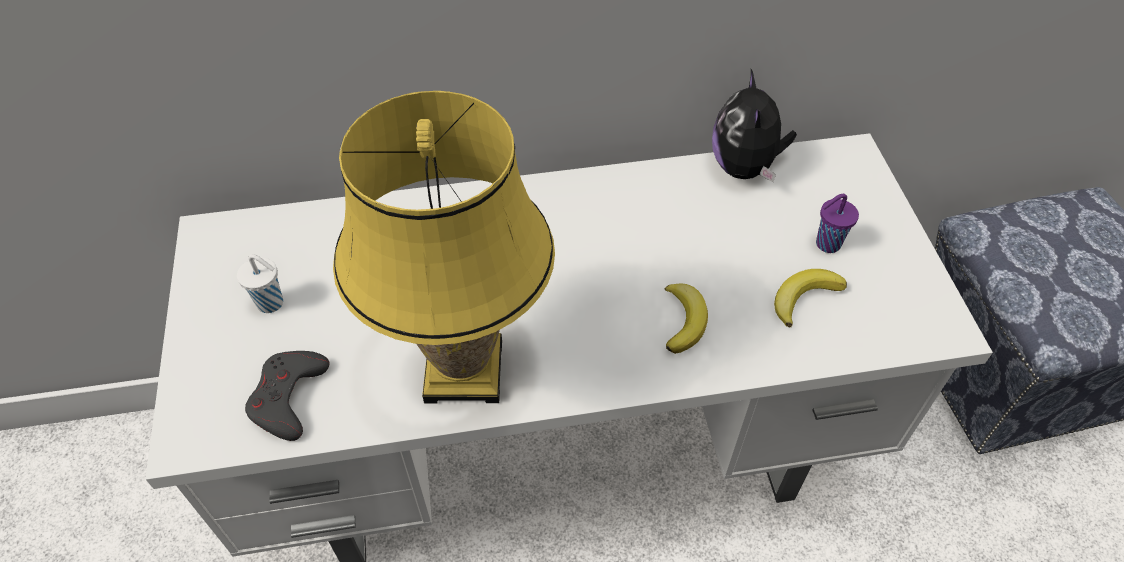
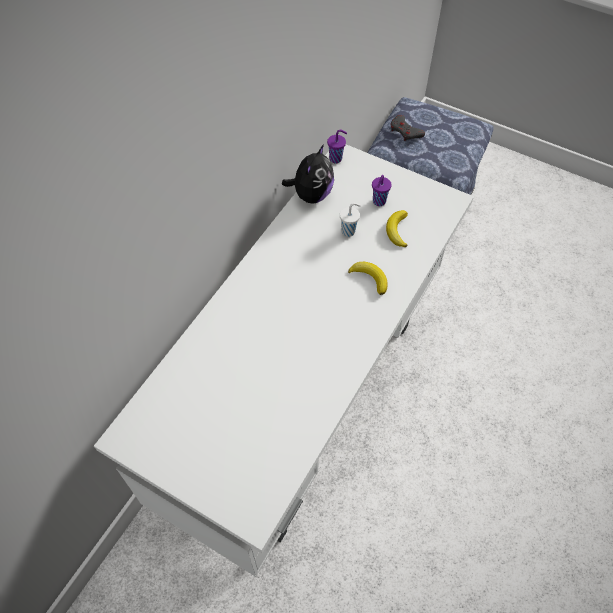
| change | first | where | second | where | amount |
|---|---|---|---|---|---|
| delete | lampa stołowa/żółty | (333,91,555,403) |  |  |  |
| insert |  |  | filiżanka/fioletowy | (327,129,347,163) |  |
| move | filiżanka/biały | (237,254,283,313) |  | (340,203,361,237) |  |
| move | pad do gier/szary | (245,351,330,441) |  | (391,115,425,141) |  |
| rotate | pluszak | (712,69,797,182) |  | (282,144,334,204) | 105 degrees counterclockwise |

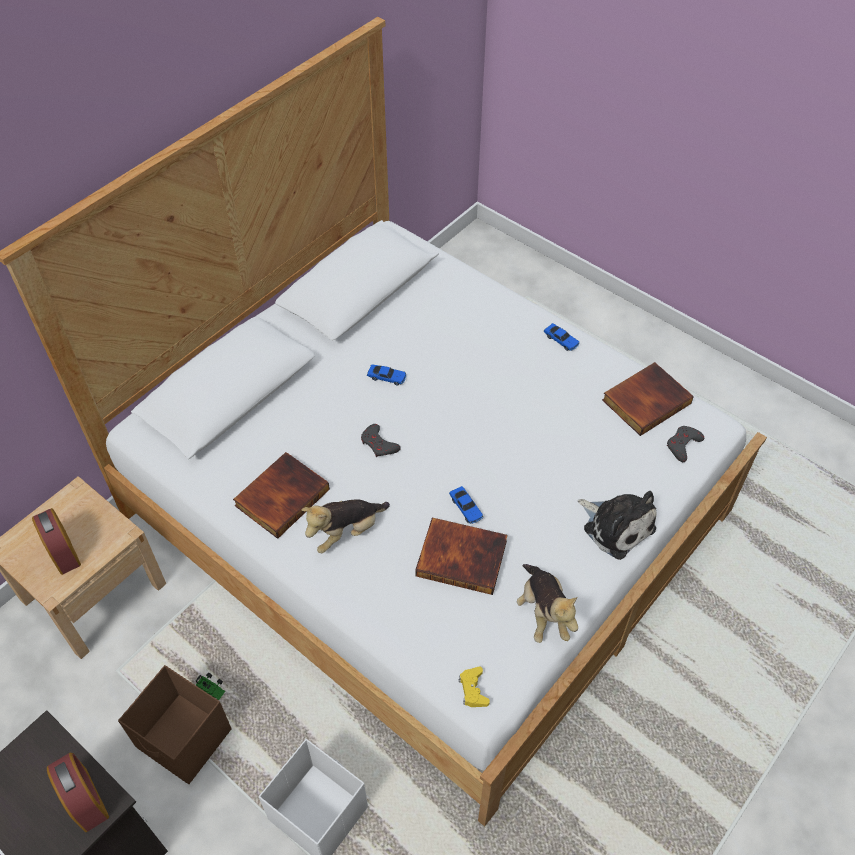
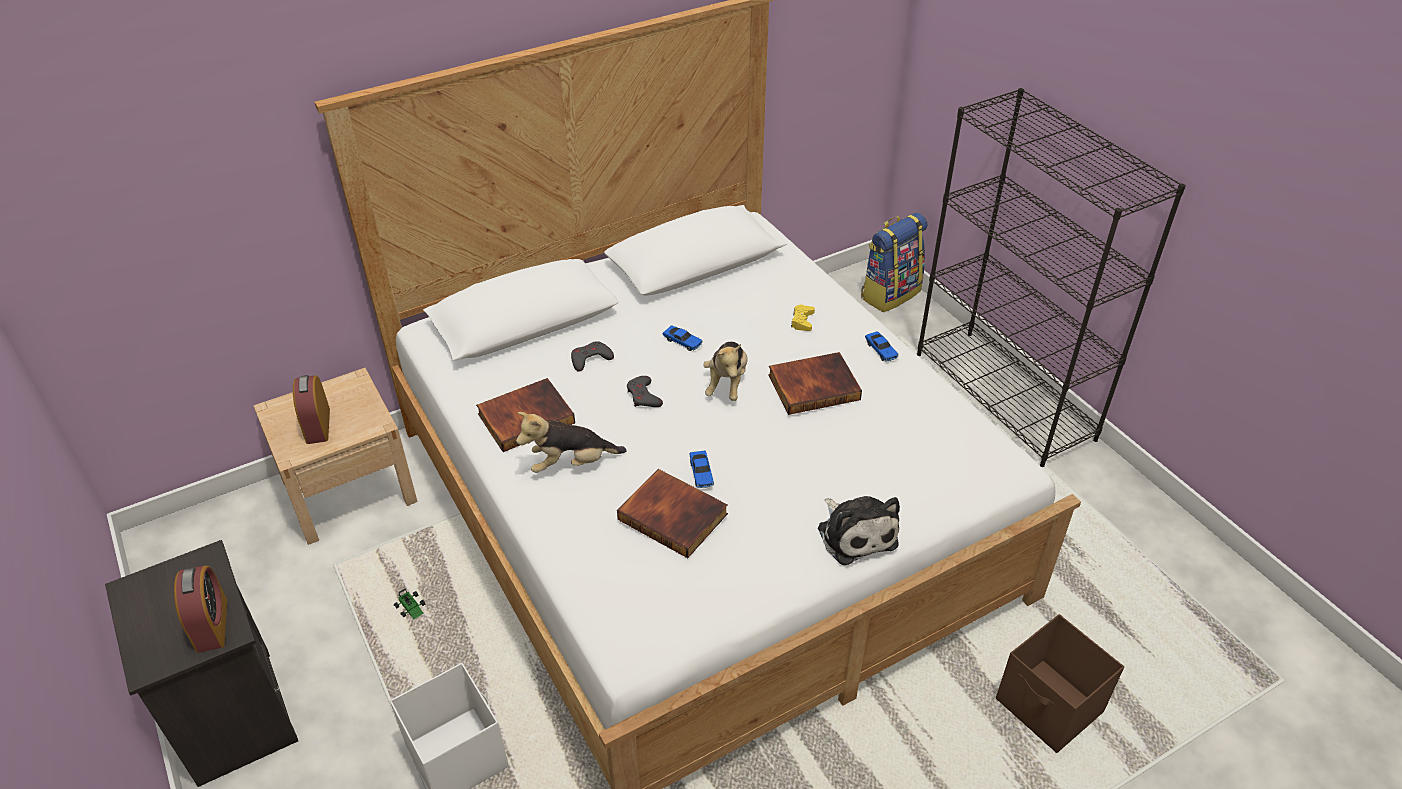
| change | first | where | second | where | amount |
|---|---|---|---|---|---|
| insert |  |  | plecak | (861,212,927,312) |  |
| insert |  |  | regał/czarny | (917,88,1186,467) |  |
| move | pojemnik do przechowywania/brązowy | (118,665,231,784) |  | (996,614,1124,753) |  |
| move | pad do gier/żółty | (458,666,490,707) |  | (791,305,815,331) |  |
| move | pluszak | (517,564,578,643) |  | (703,342,747,401) |  |
| move | książka | (602,362,694,436) |  | (768,352,862,415) |  |
| move | pad do gier/szary | (667,426,704,462) |  | (571,341,614,372) |  |

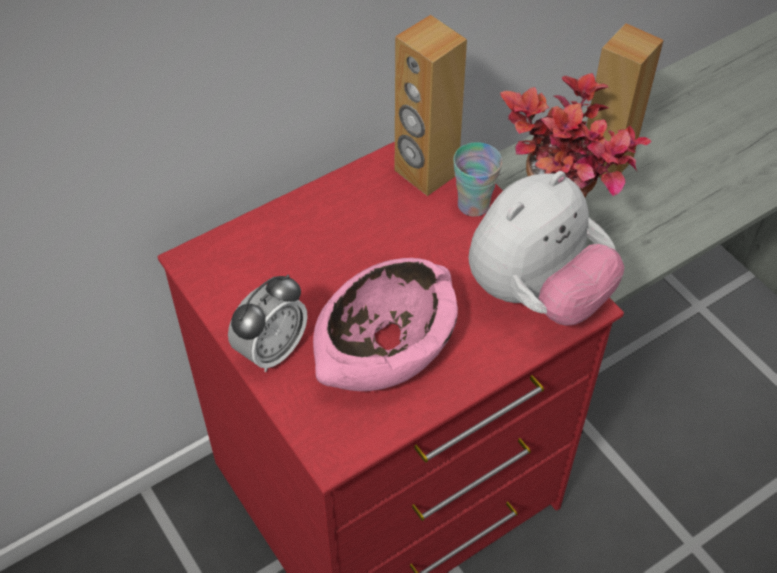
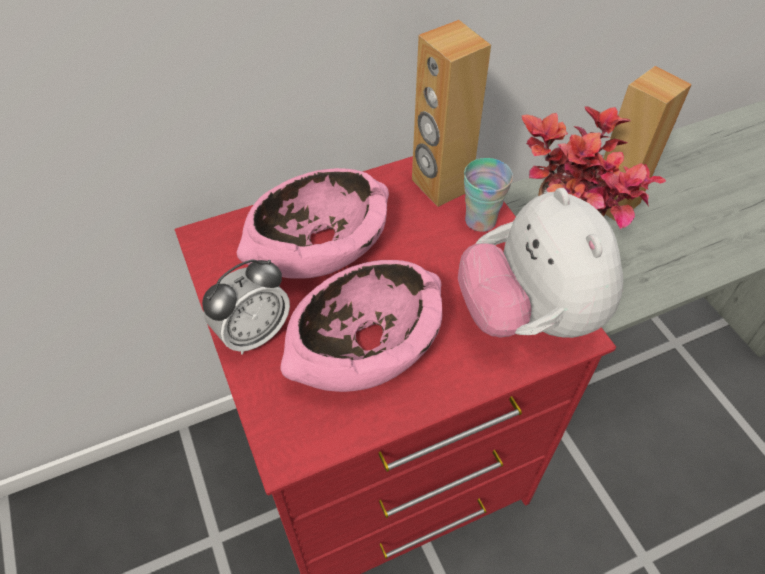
| change | first | where | second | where | amount |
|---|---|---|---|---|---|
| insert |  |  | miska/różowy | (237,168,389,279) |  |
| rotate | pluszak | (469,171,625,326) |  | (458,188,623,338) | 105 degrees clockwise |

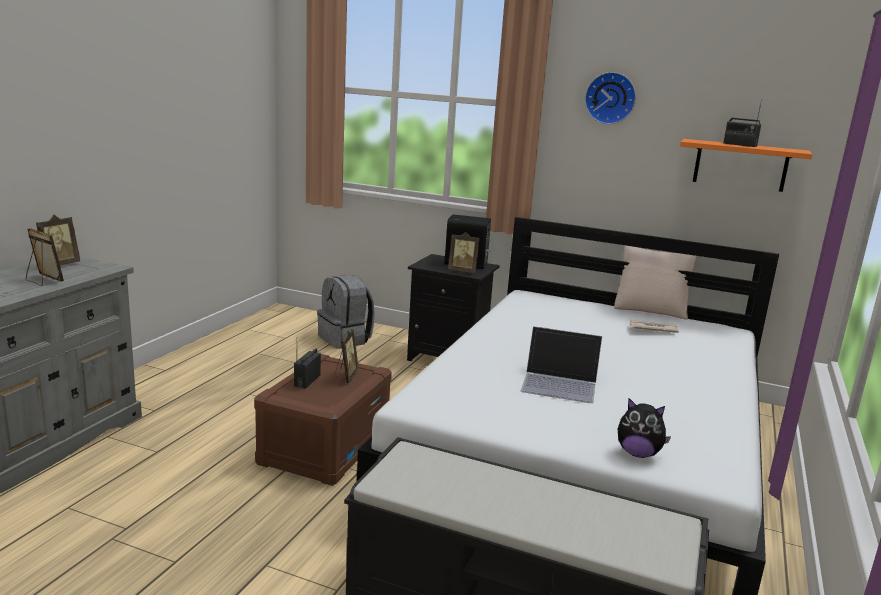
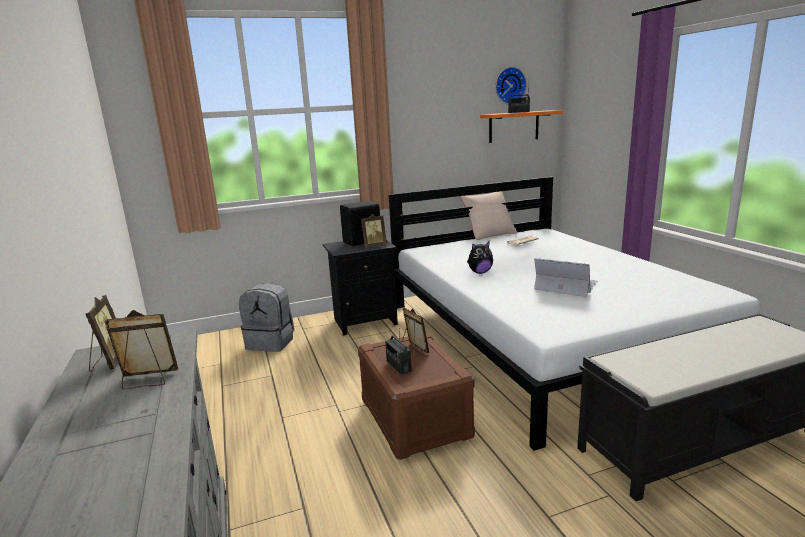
| change | first | where | second | where | amount |
|---|---|---|---|---|---|
| move | zegar ścienny | (585,72,636,124) |  | (496,67,527,104) |  |
| move | pluszak | (618,398,671,458) |  | (467,241,493,274) |  |
| rotate | laptop | (521,326,602,403) |  | (534,258,598,297) | 120 degrees counterclockwise |

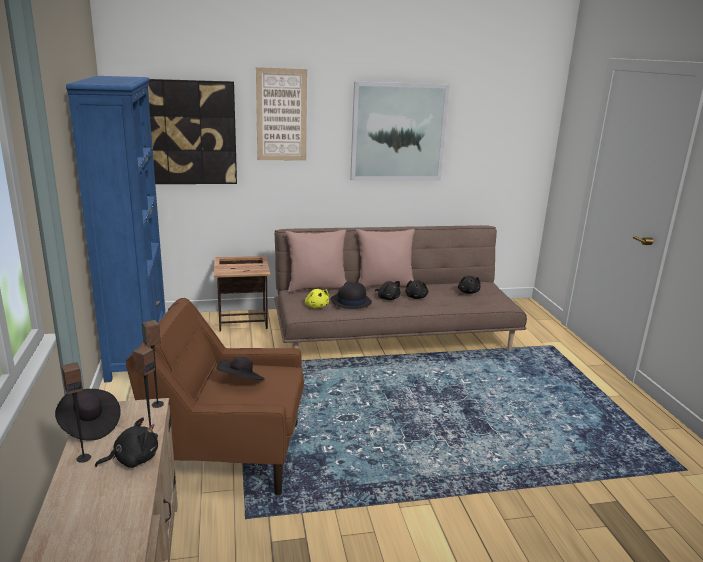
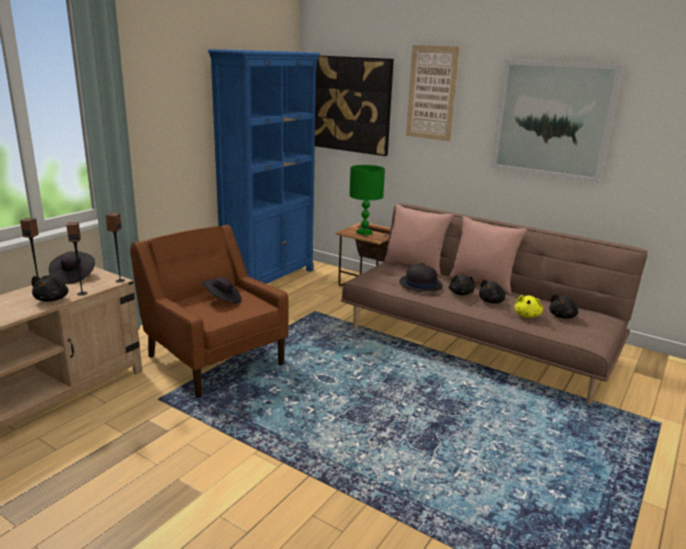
| change | first | where | second | where | amount |
|---|---|---|---|---|---|
| insert |  |  | lampa stołowa/zielony | (349,165,385,235) |  |
| move | pluszak/żółty | (305,289,329,309) |  | (514,295,543,318) |  |
| rotate | pluszak/czarny | (95,417,158,468) |  | (32,275,68,302) | 75 degrees clockwise |

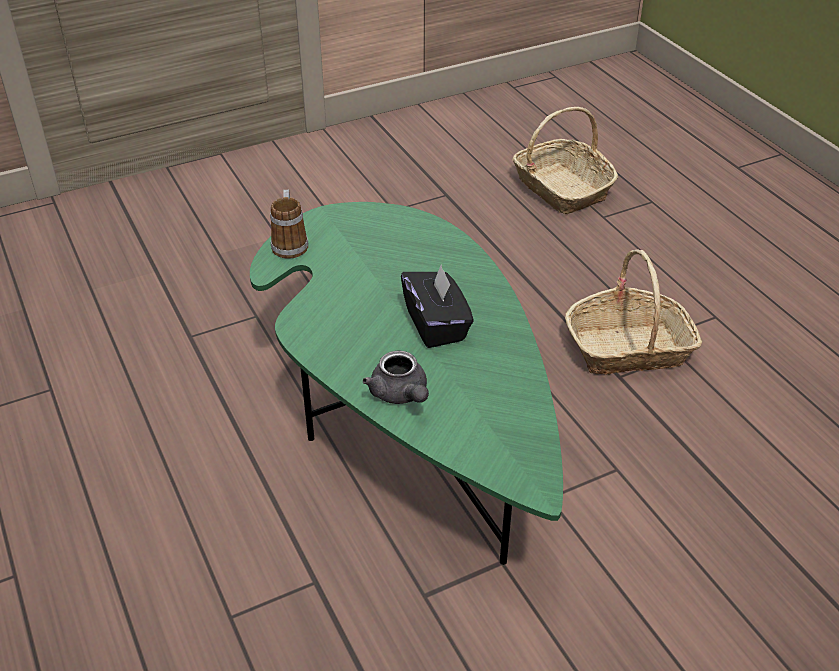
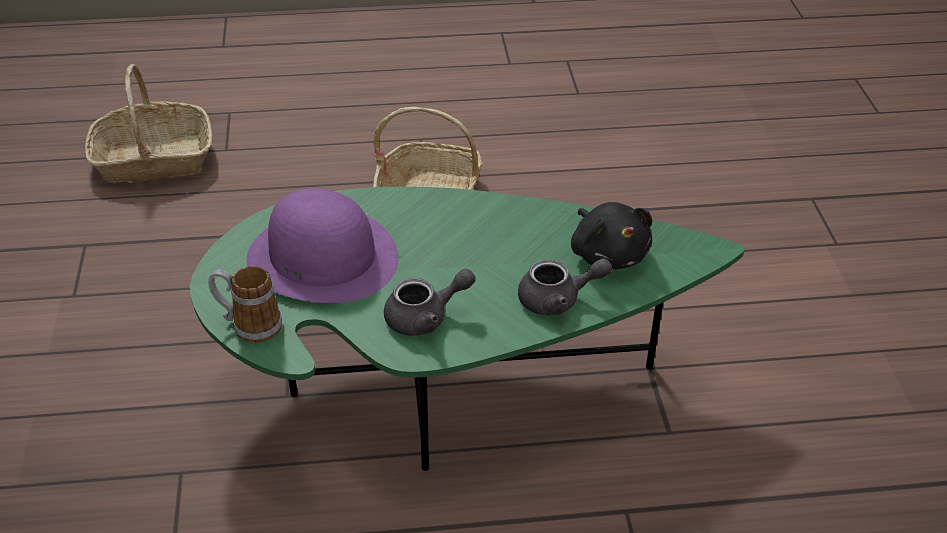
| change | first | where | second | where | amount |
|---|---|---|---|---|---|
| delete | pudełko chusteczek/czarny | (401,264,474,348) |  |  |  |
| insert |  |  | kapelusz/fioletowy | (246,188,399,303) |  |
| insert |  |  | imbryk/szary | (384,269,475,336) |  |
| insert |  |  | pluszak/czarny | (571,202,652,270) |  |

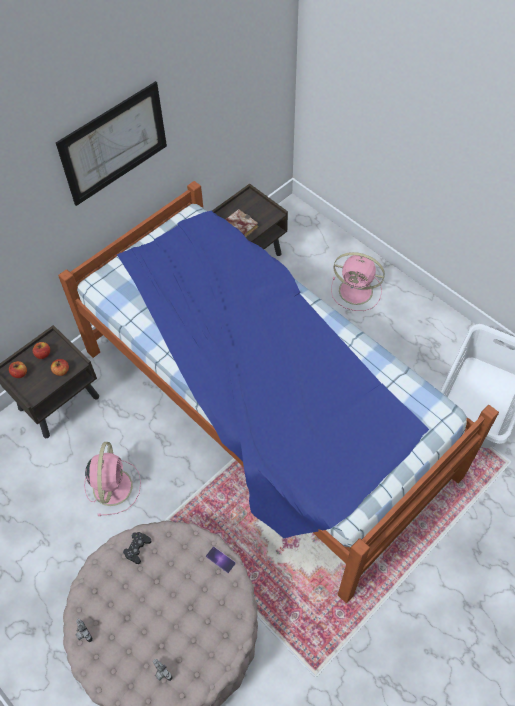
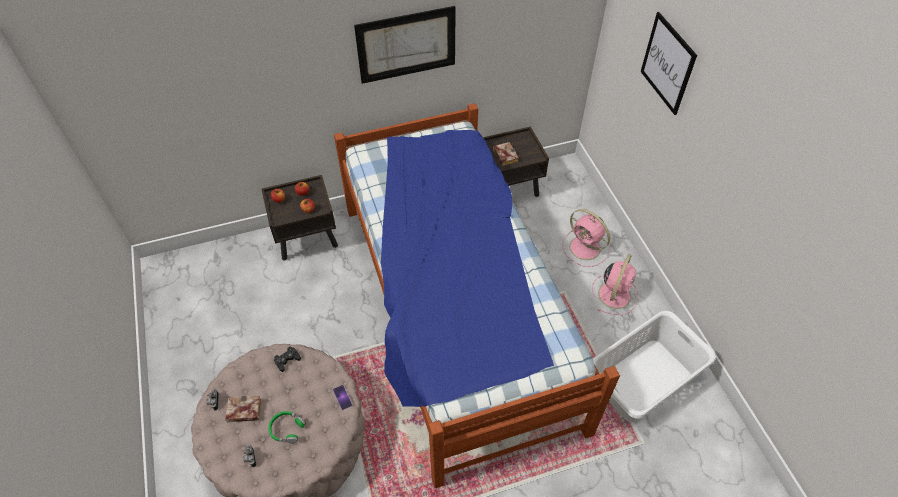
| change | first | where | second | where | amount |
|---|---|---|---|---|---|
| insert |  |  | książka | (225,396,261,422) |  |
| insert |  |  | słuchawki/zielony | (268,411,306,444) |  |
| insert |  |  | obraz | (641,12,697,115) |  |
| move | wentylator/różowy | (84,442,141,516) |  | (592,254,638,315) |  |

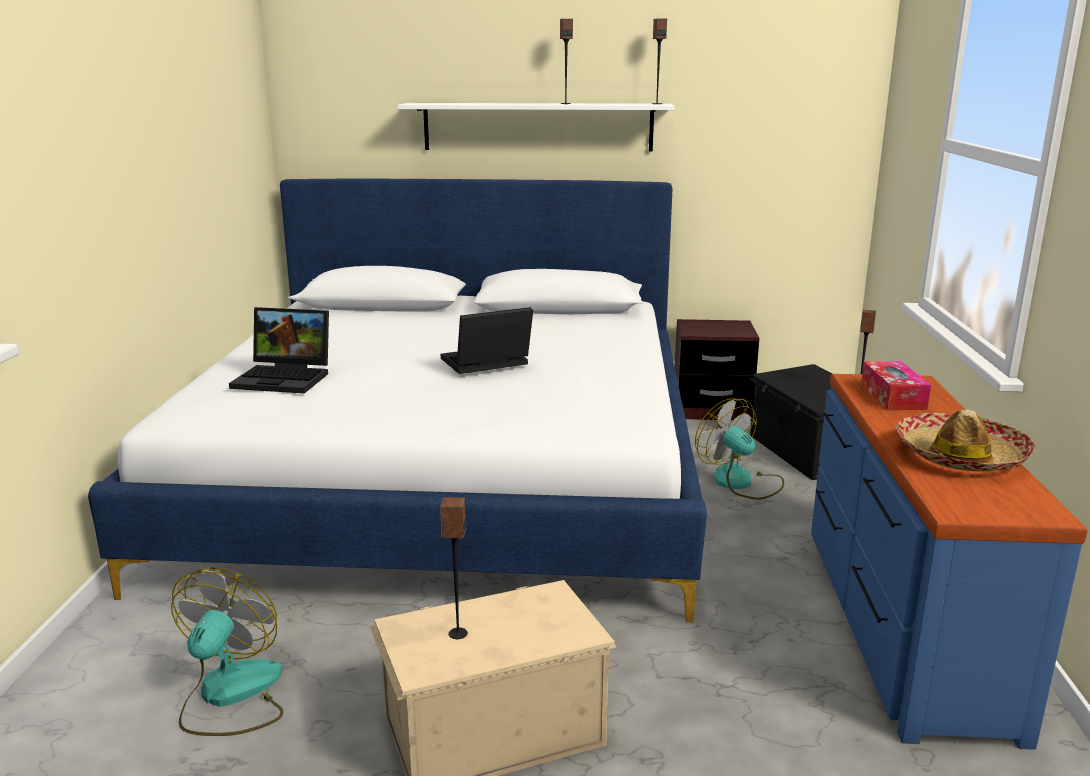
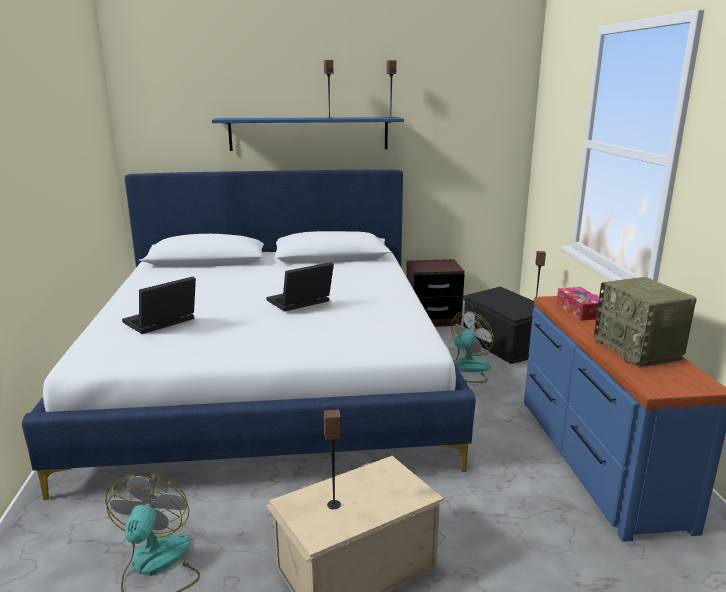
| change | first | where | second | where | amount |
|---|---|---|---|---|---|
| replace | kapelusz | (896,409,1035,471) | radio | (594,277,697,367) |  |
| recolor | półka/biały | (398,103,675,152) | półka/niebieski | (212,117,404,151) |  |
| rotate | laptop | (229,307,329,394) |  | (122,277,196,334) | 135 degrees clockwise |
| rotate | wentylator | (695,399,784,500) |  | (451,311,494,383) | 90 degrees clockwise |

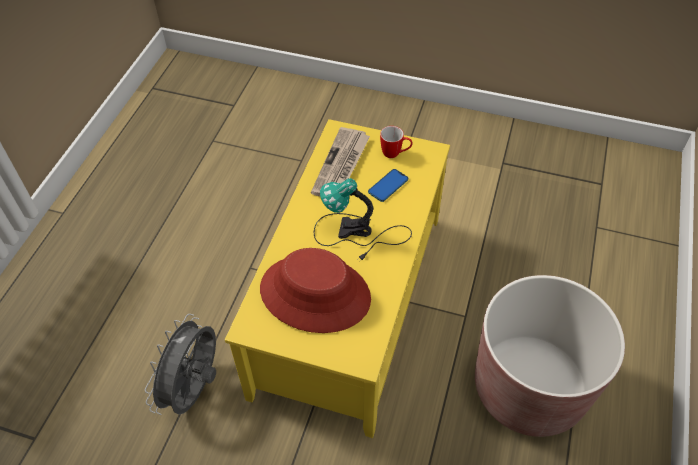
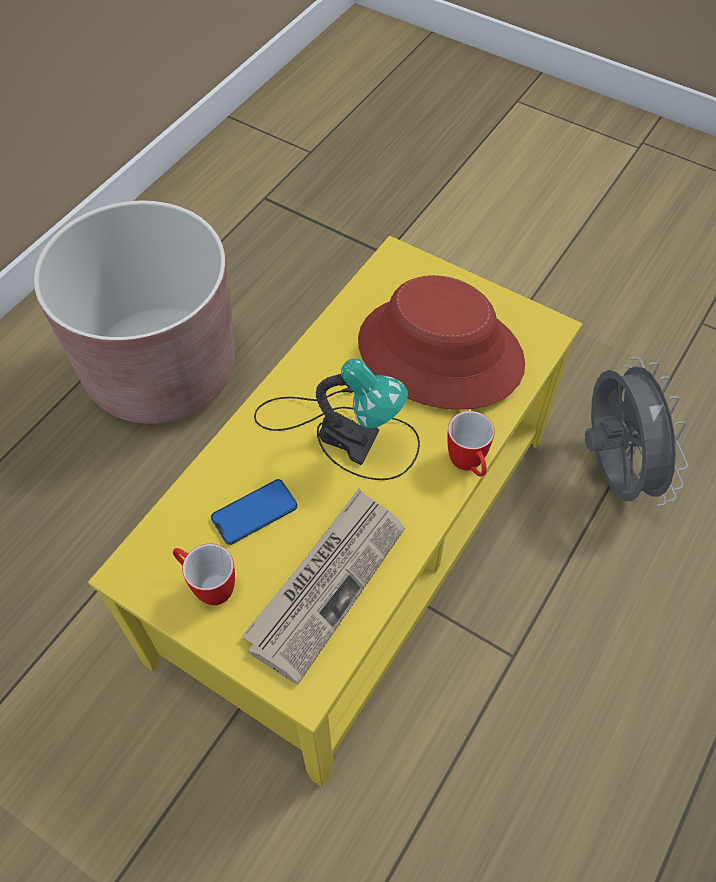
| change | first | where | second | where | amount |
|---|---|---|---|---|---|
| insert |  |  | kubek | (447,411,495,477) |  |
| rotate | wentylator/szary | (145,314,216,415) |  | (585,357,688,506) | 45 degrees counterclockwise |

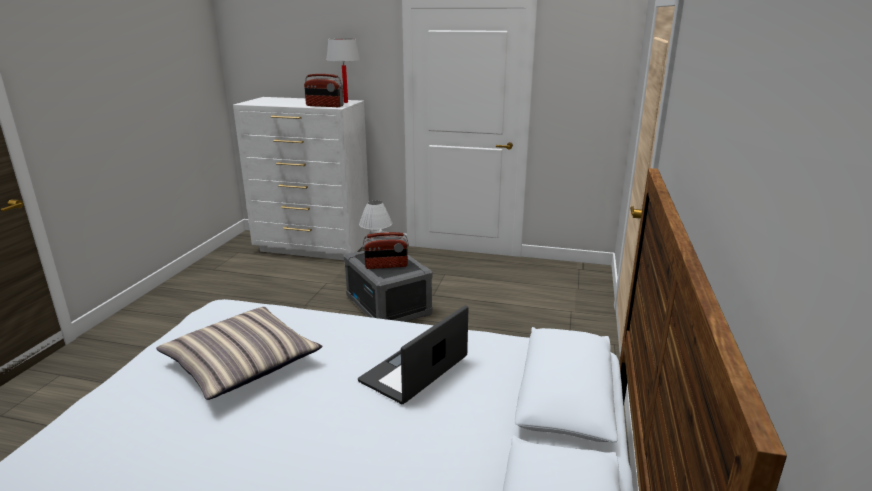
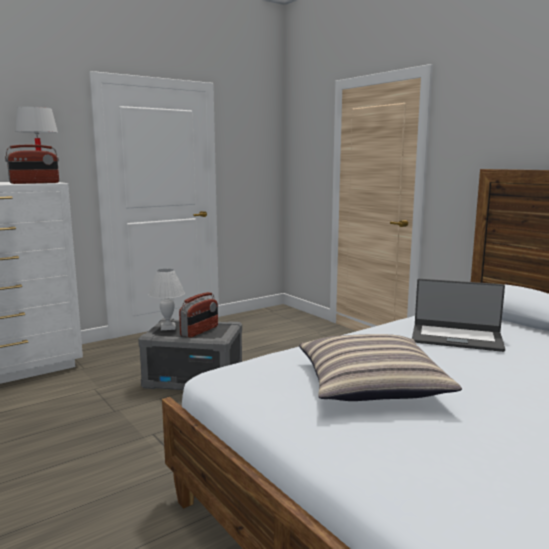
| change | first | where | second | where | amount |
|---|---|---|---|---|---|
| rotate | laptop | (358,305,468,404) |  | (412,279,505,352) | 60 degrees counterclockwise |

